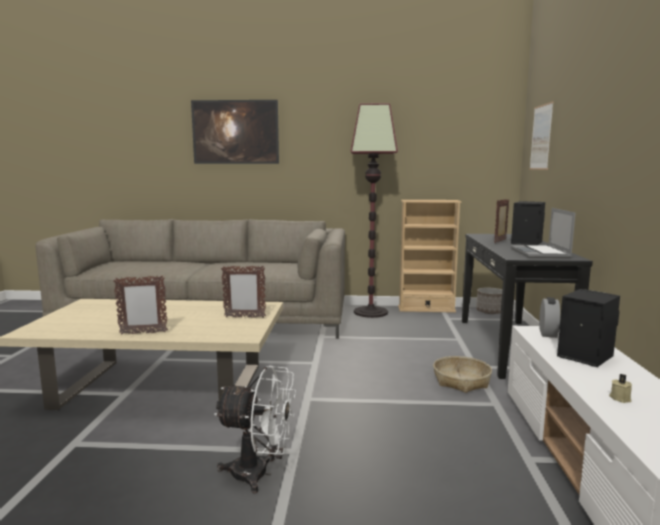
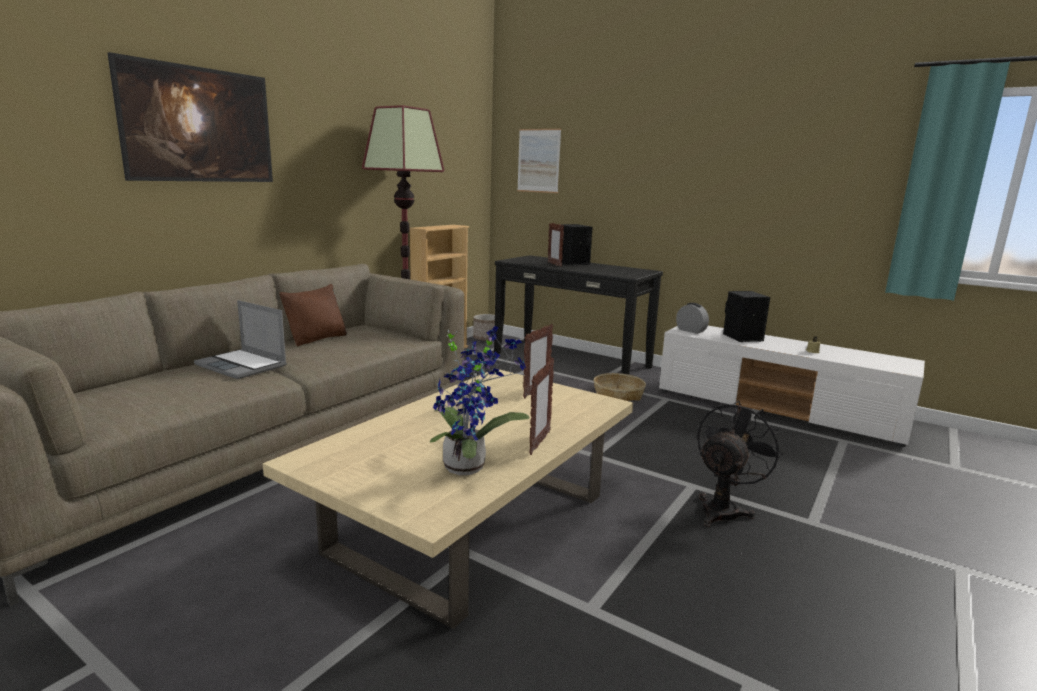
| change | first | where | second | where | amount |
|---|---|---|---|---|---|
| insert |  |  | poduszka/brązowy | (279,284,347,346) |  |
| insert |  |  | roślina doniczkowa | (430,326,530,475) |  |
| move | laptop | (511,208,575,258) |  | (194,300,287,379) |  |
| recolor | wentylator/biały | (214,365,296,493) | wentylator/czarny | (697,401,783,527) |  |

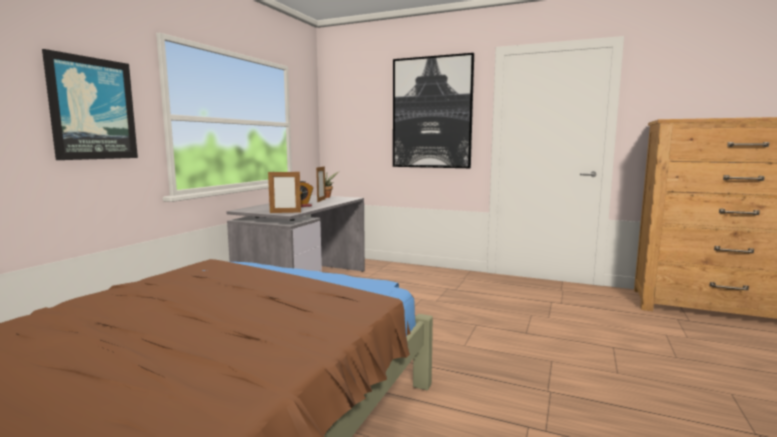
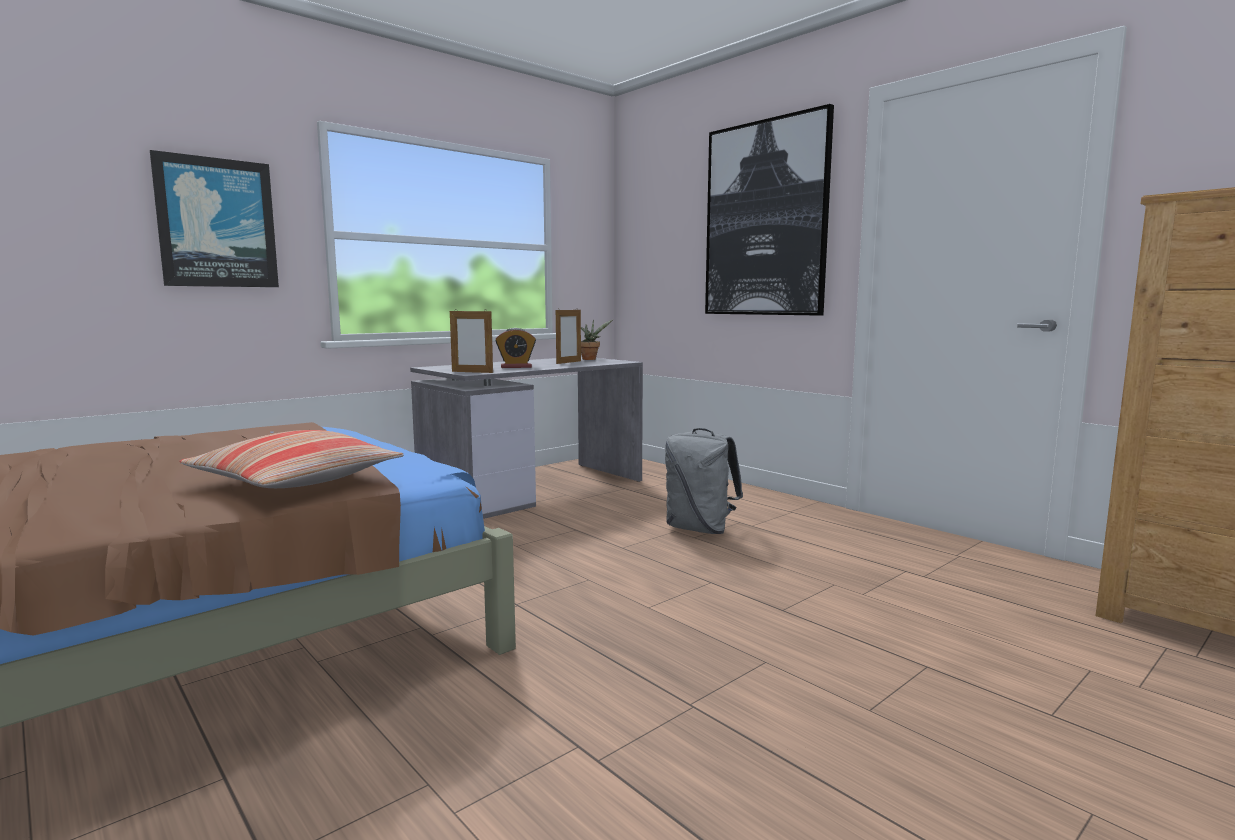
| change | first | where | second | where | amount |
|---|---|---|---|---|---|
| insert |  |  | poduszka | (179,430,404,488) |  |
| insert |  |  | plecak/szary | (665,428,743,534) |  |

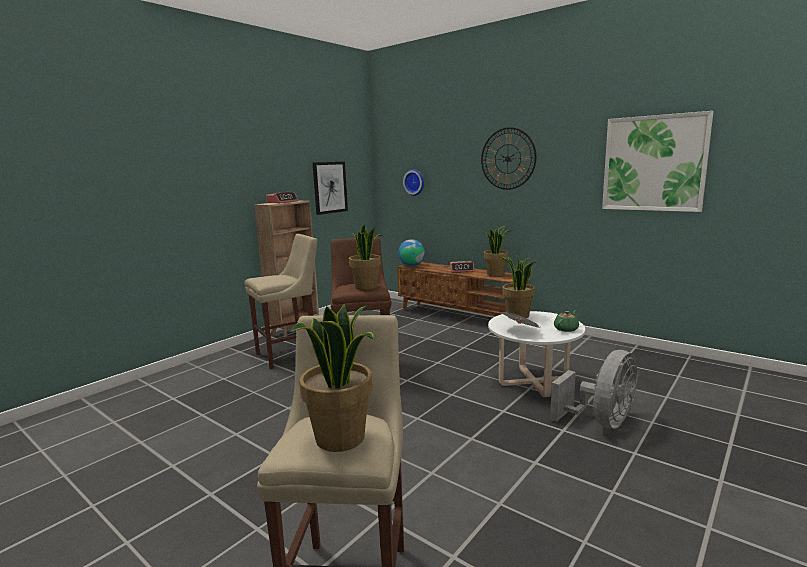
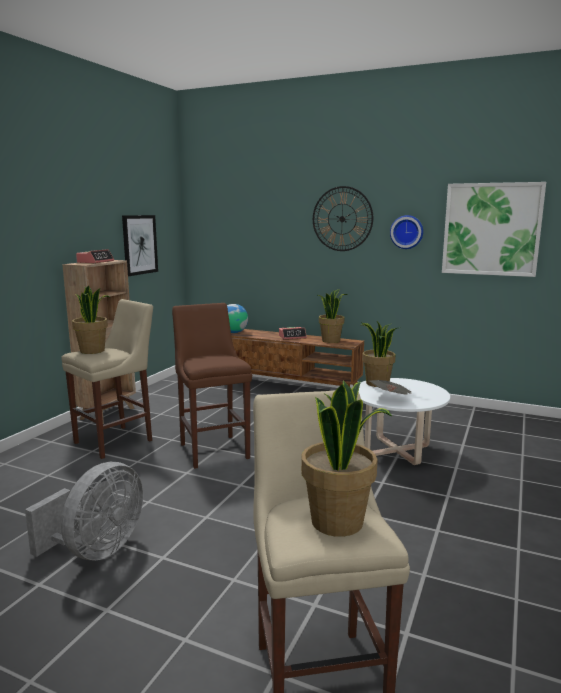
| change | first | where | second | where | amount |
|---|---|---|---|---|---|
| delete | imbryk/zielony | (554,310,579,332) |  |  |  |
| move | roślina doniczkowa | (349,224,383,290) |  | (72,285,109,354) |  |
| move | zegar ścienny | (403,169,424,196) |  | (390,215,423,249) |  |
| move | wentylator/szary | (550,350,638,429) |  | (25,462,143,560) |  |

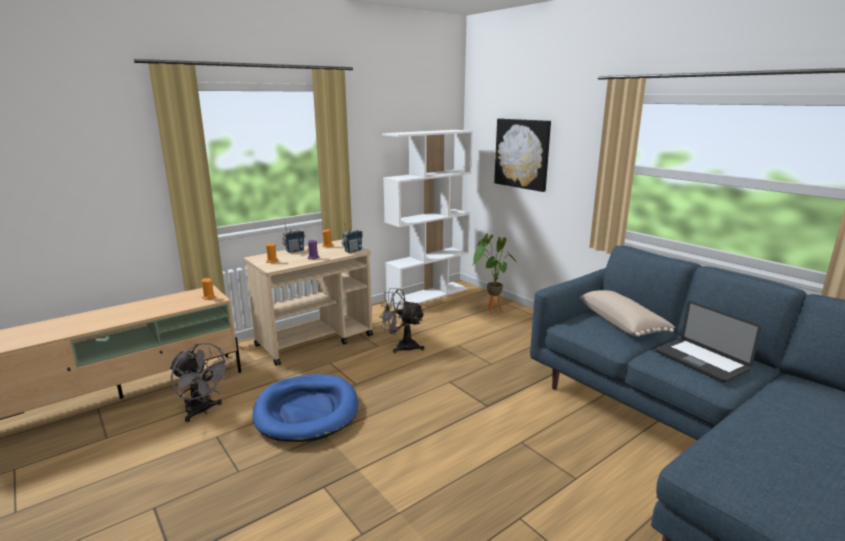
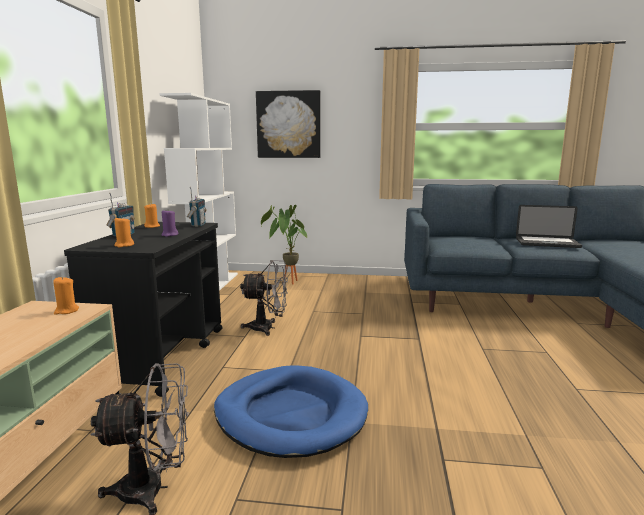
| change | first | where | second | where | amount |
|---|---|---|---|---|---|
| delete | poduszka/beżowy | (580,290,675,336) |  |  |  |
| recolor | wózek/beżowy | (244,240,373,366) | wózek/czarny | (64,222,223,397) |  |
| rotate | wentylator/szary | (379,288,425,353) |  | (240,260,288,336) | 150 degrees counterclockwise |

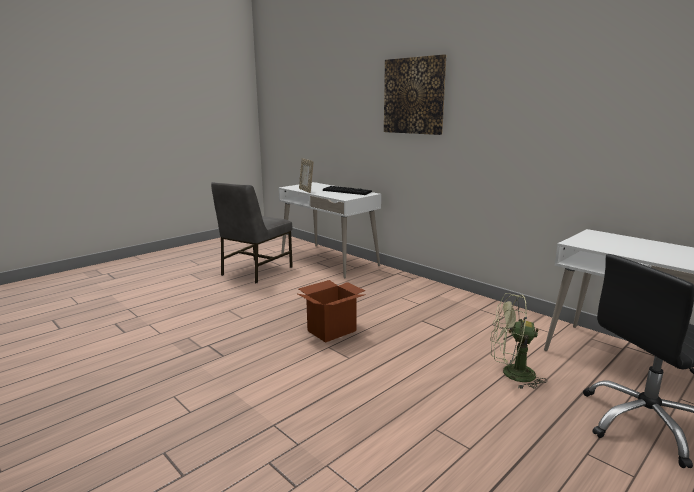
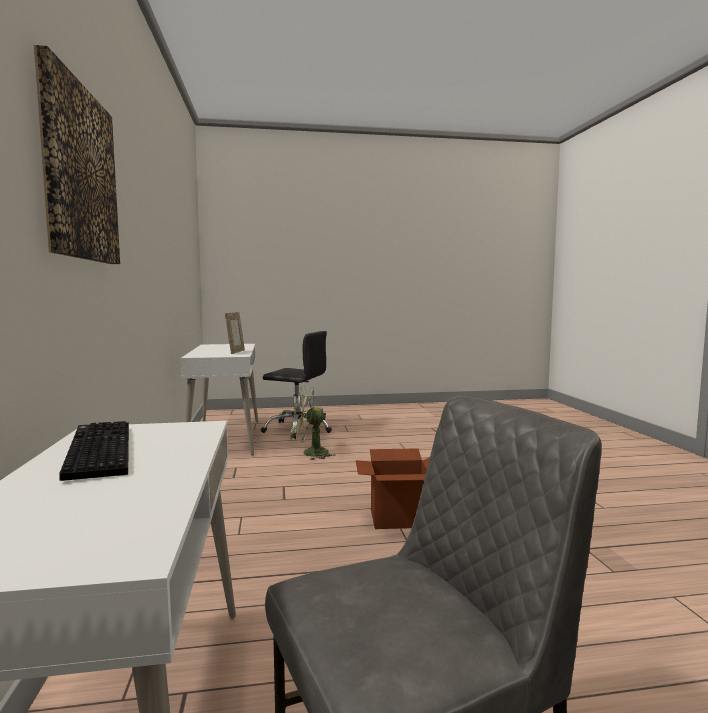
| change | first | where | second | where | amount |
|---|---|---|---|---|---|
| move | ramka na zdjęcie | (299,158,313,193) |  | (225,312,245,354) |  |
| rotate | wentylator/zielony | (490,293,548,389) |  | (291,386,336,460) | 135 degrees clockwise |

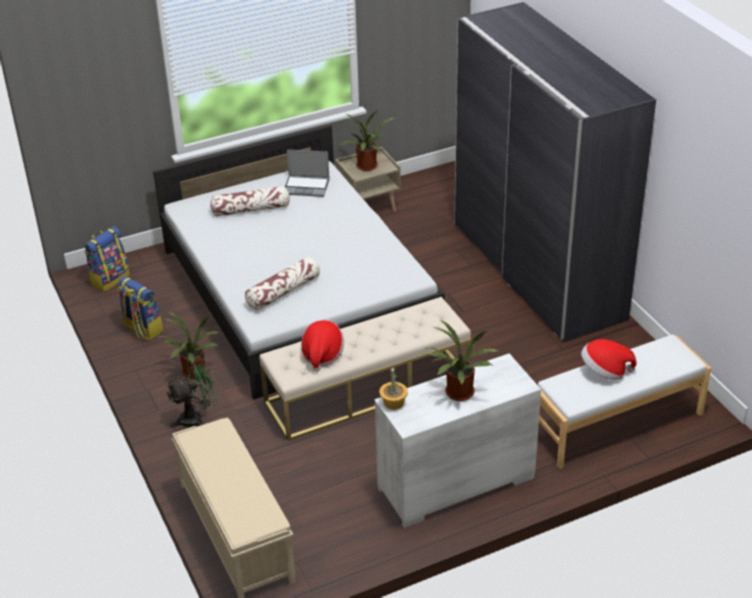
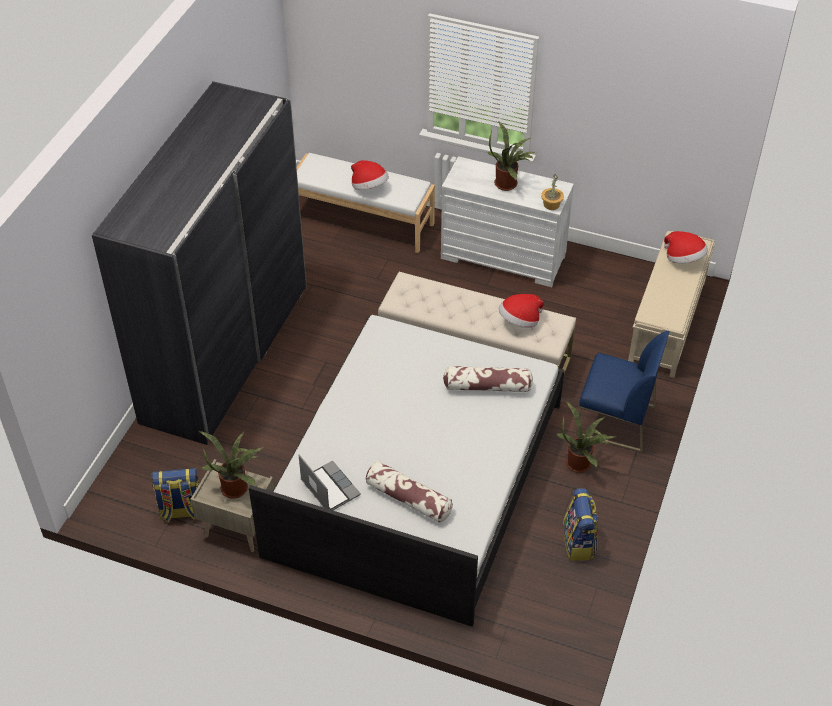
| change | first | where | second | where | amount |
|---|---|---|---|---|---|
| insert |  |  | kapelusz | (664,231,708,263) |  |
| move | plecak | (84,227,130,292) |  | (152,468,200,522) |  |
| replace | wentylator/zielony | (167,357,218,428) | krzesło/niebieski | (576,331,670,453) |  |

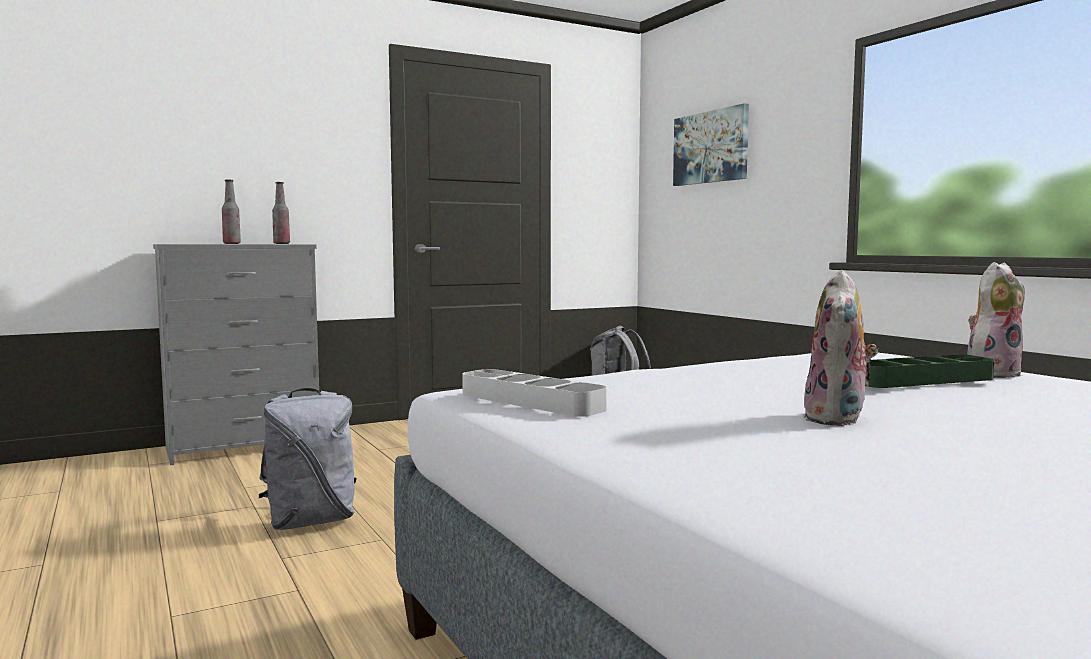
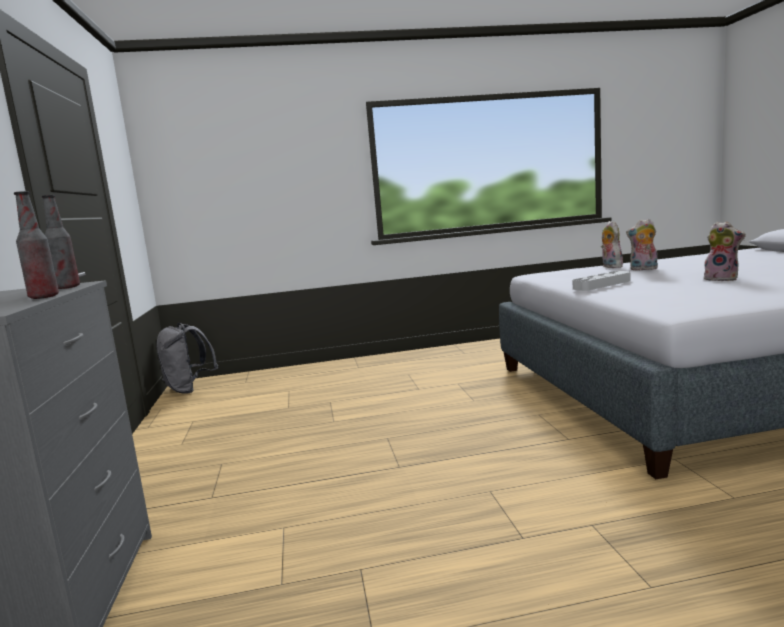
| change | first | where | second | where | amount |
|---|---|---|---|---|---|
| delete | plecak/szary | (259,388,357,530) |  |  |  |
| delete | obraz | (673,103,749,186) |  |  |  |
| move | taca/szary | (462,369,607,417) |  | (573,271,631,291) |  |
| replace | taca/zielony | (865,355,994,388) | pluszak | (626,218,658,271) |  |

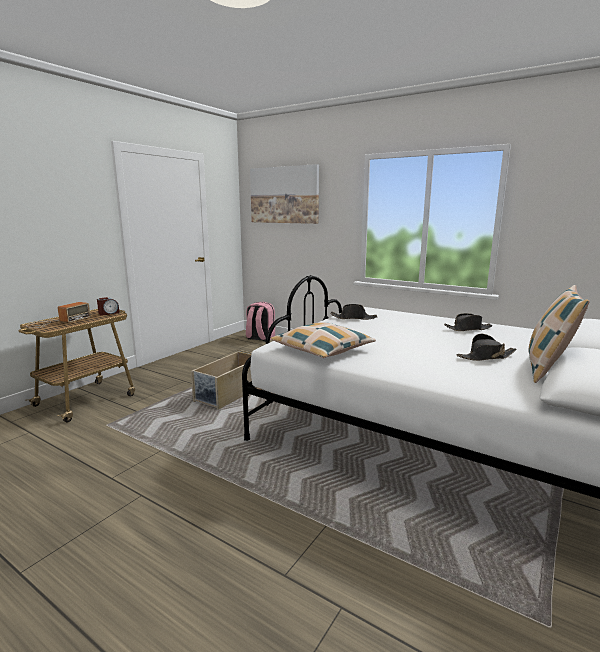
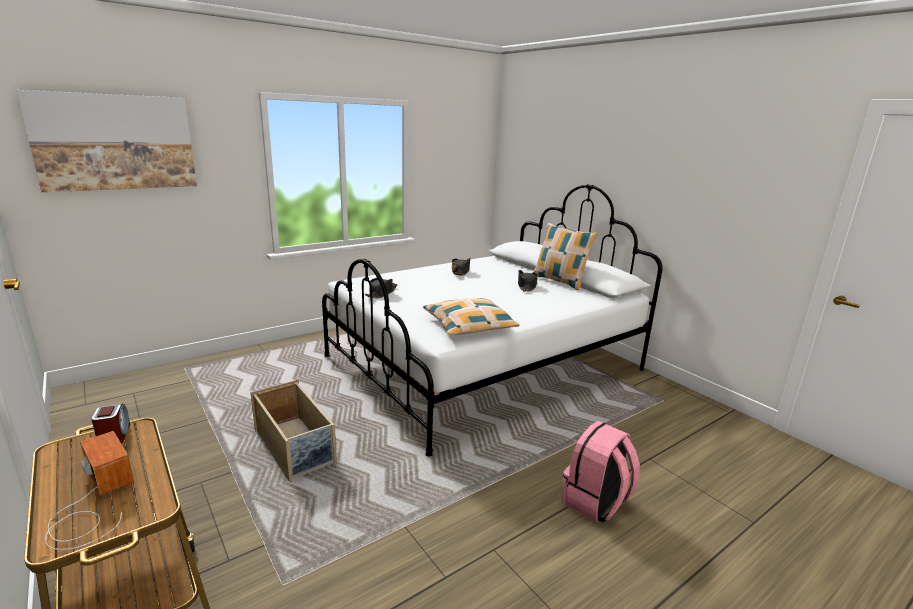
| change | first | where | second | where | amount |
|---|---|---|---|---|---|
| move | plecak/różowy | (246,302,275,342) |  | (562,421,640,522) |  |

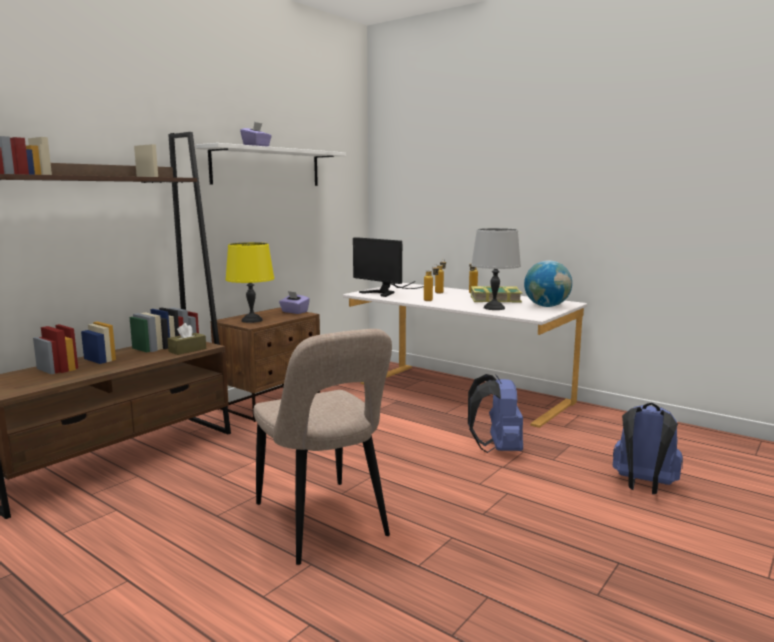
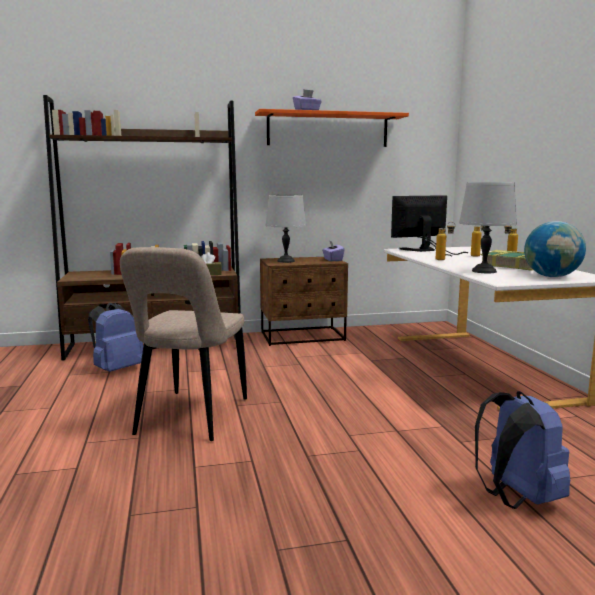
| change | first | where | second | where | amount |
|---|---|---|---|---|---|
| move | plecak/niebieski | (468,374,523,453) |  | (88,303,143,372) |  |
| recolor | półka/biały | (195,143,346,186) | półka/pomarańczowy | (255,109,409,147) |  |
| recolor | lampa stołowa/żółty | (225,242,274,323) | lampa stołowa/szary | (265,195,306,263) |  |
| rotate | monitor | (353,237,424,297) |  | (391,195,468,256) | 75 degrees clockwise |

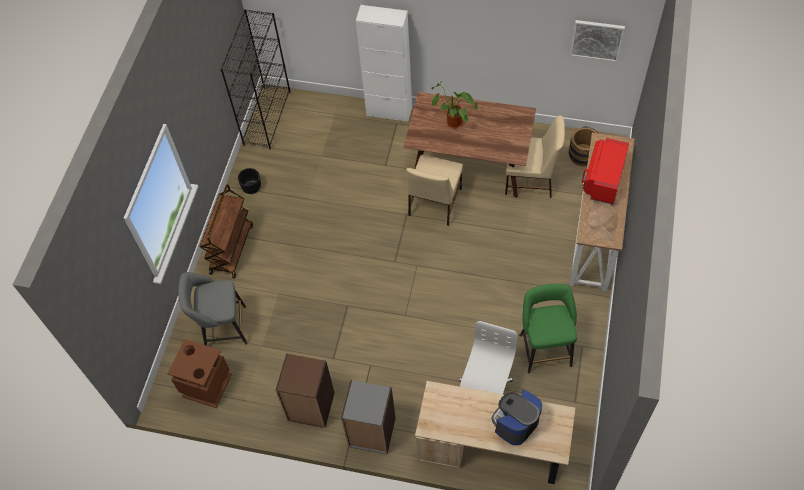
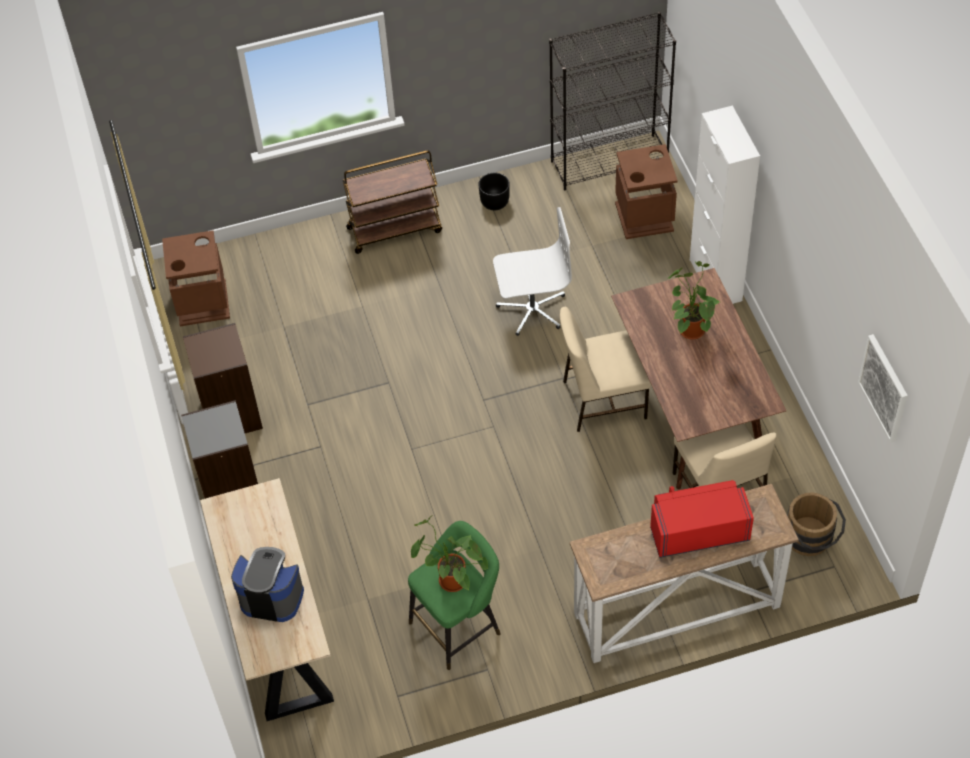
| change | first | where | second | where | amount |
|---|---|---|---|---|---|
| delete | stołek/szary | (178,272,248,346) |  |  |  |
| insert |  |  | roślina doniczkowa | (411,516,488,592) |  |
| insert |  |  | kosz na śmieci/brązowy | (615,144,678,239) |  |
| move | krzesło biurowe/biały | (459,321,518,394) |  | (493,207,572,336) |  |

